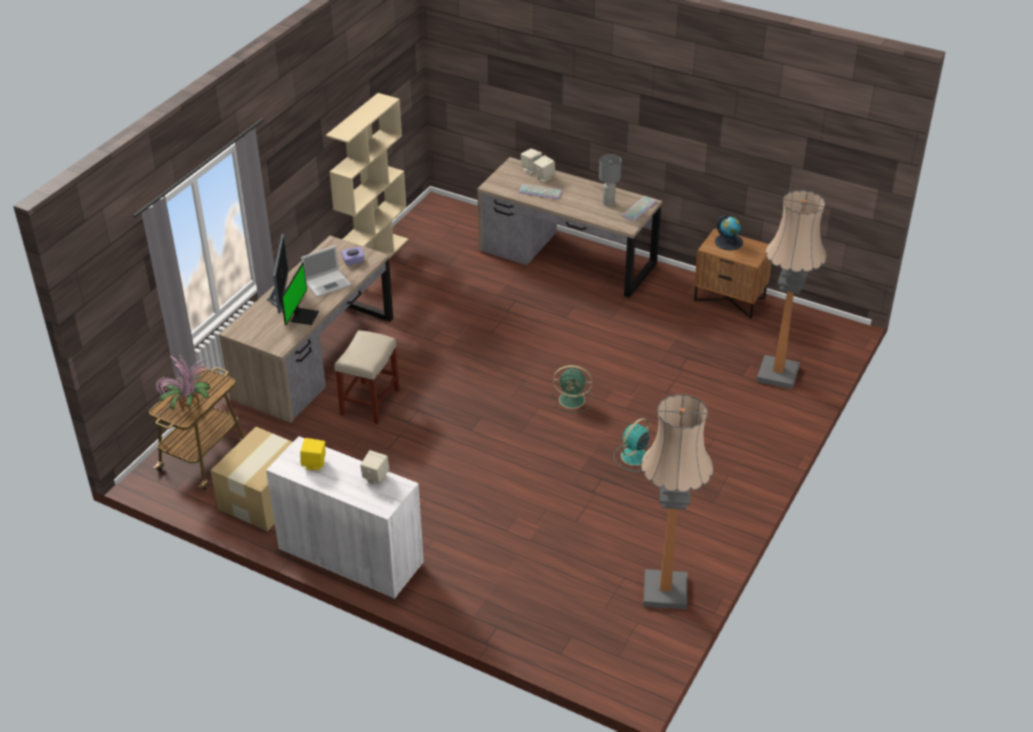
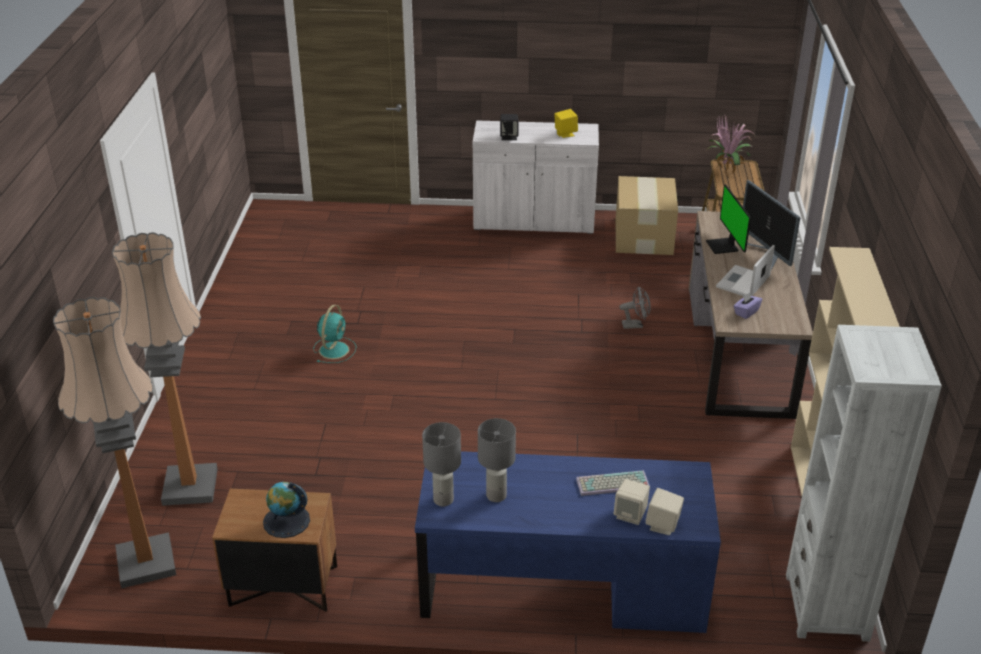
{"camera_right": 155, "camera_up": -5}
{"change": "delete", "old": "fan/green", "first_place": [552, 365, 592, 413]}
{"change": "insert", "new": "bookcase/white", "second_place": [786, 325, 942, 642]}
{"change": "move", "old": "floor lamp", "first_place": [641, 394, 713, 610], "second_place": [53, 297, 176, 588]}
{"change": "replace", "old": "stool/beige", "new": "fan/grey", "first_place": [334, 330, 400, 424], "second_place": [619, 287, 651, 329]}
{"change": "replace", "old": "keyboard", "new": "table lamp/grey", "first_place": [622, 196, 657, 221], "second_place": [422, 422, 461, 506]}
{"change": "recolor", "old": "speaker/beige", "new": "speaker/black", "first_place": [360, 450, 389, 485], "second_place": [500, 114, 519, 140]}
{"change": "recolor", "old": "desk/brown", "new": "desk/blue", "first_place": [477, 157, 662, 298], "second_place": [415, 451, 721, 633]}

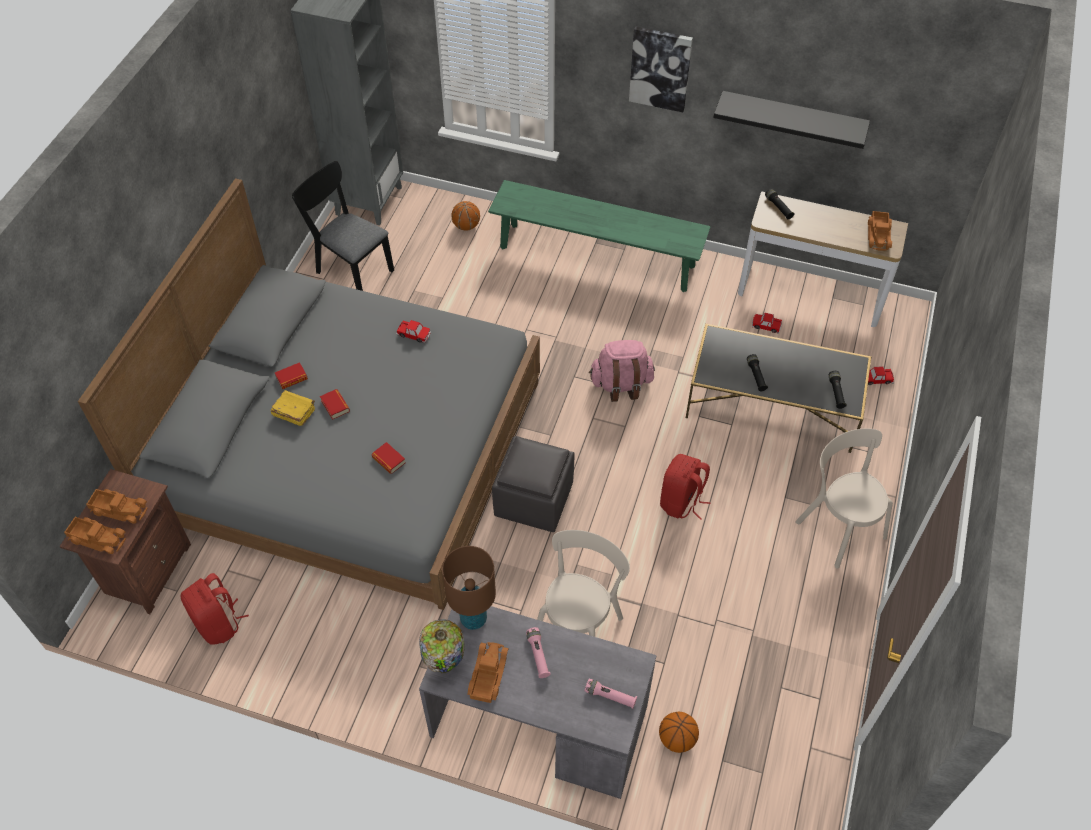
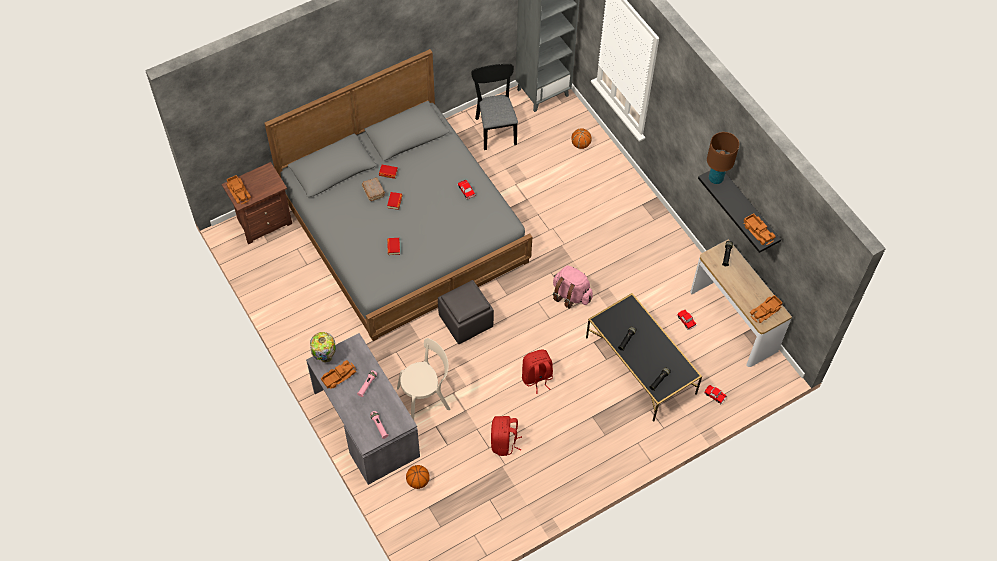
{"camera_right": 40, "camera_up": 5}
{"change": "delete", "old": "bench/green", "first_place": [488, 180, 711, 292]}
{"change": "delete", "old": "picture", "first_place": [629, 26, 693, 112]}
{"change": "delete", "old": "chair/beige", "first_place": [795, 428, 893, 568]}
{"change": "move", "old": "toy truck", "first_place": [86, 489, 147, 523], "second_place": [743, 213, 776, 245]}
{"change": "move", "old": "backpack/red", "first_place": [181, 573, 249, 645], "second_place": [491, 416, 522, 456]}
{"change": "move", "old": "table lamp/brown", "first_place": [442, 546, 496, 630], "second_place": [707, 132, 739, 184]}
{"change": "recolor", "old": "book/yellow", "new": "book/brown", "first_place": [271, 390, 315, 426], "second_place": [362, 177, 385, 201]}

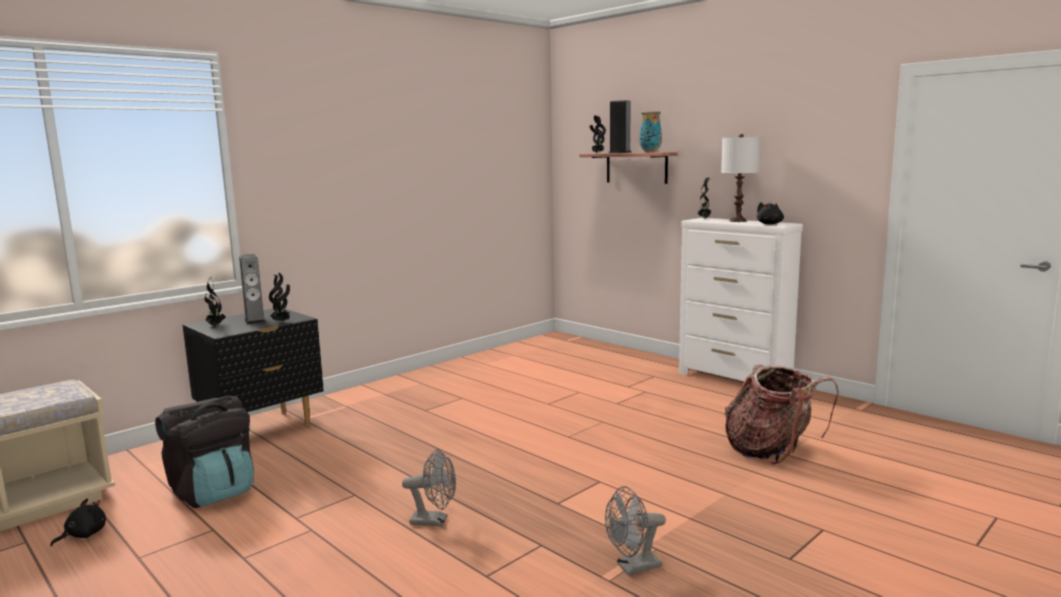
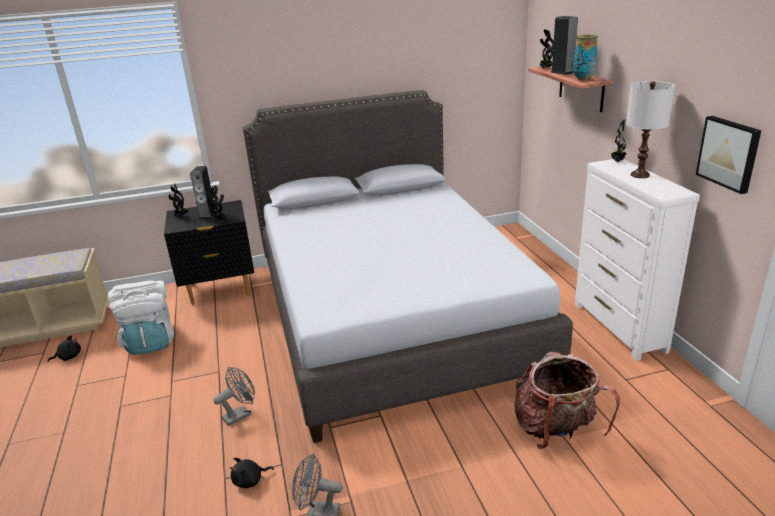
{"camera_right": 30, "camera_up": 15}
{"change": "insert", "new": "bed/grey", "second_place": [243, 90, 572, 443]}
{"change": "insert", "new": "picture", "second_place": [696, 116, 761, 194]}
{"change": "move", "old": "plush toy/black", "first_place": [757, 202, 784, 225], "second_place": [230, 458, 274, 488]}
{"change": "recolor", "old": "backpack/black", "new": "backpack/white", "first_place": [155, 396, 254, 508], "second_place": [108, 281, 174, 355]}
{"change": "rotate", "old": "fan/grey", "first_place": [402, 449, 456, 527], "second_place": [213, 367, 255, 426], "degrees": -75}

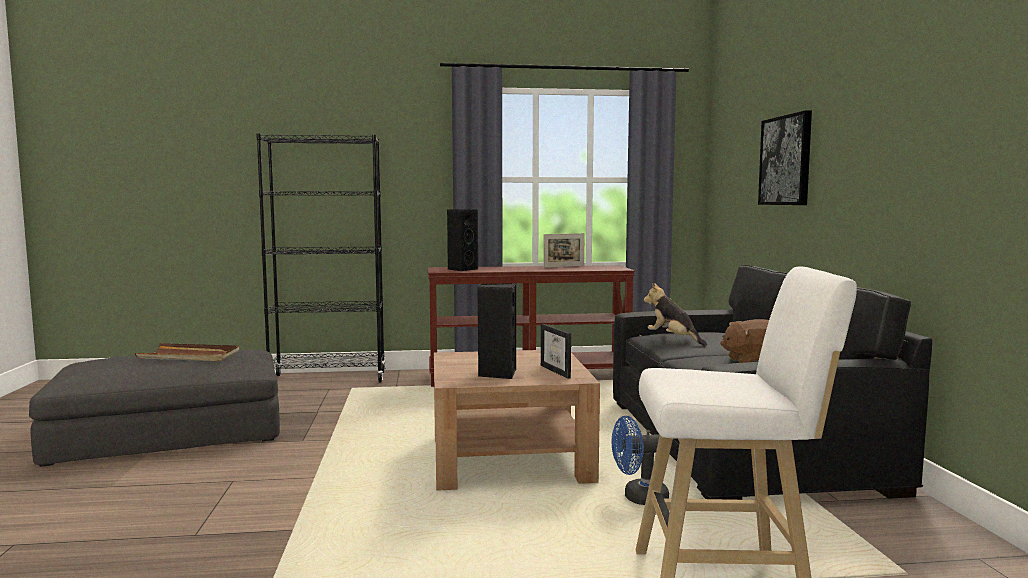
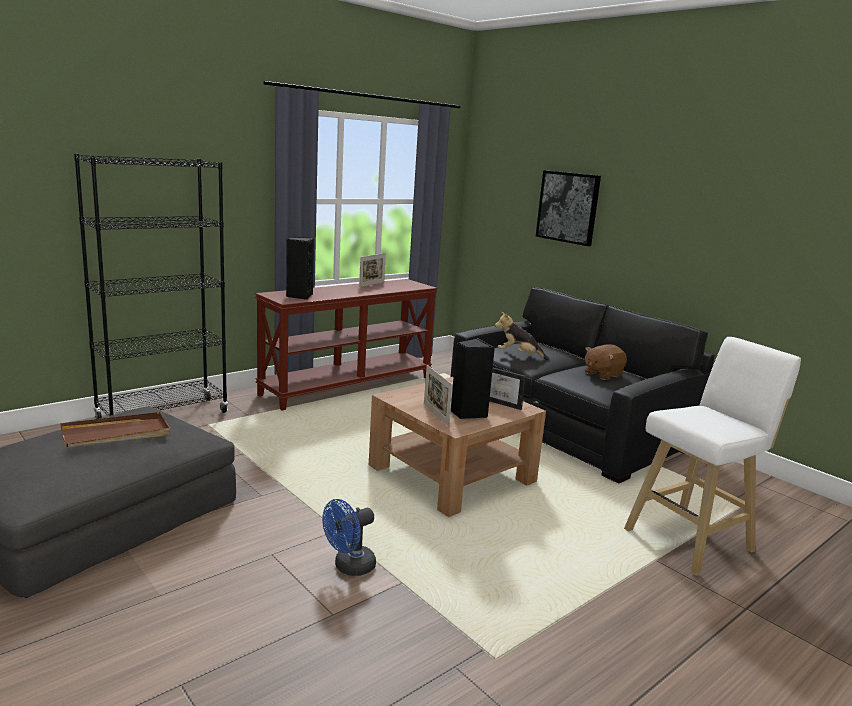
{"camera_right": -35, "camera_up": 10}
{"change": "insert", "new": "picture frame", "second_place": [424, 365, 453, 426]}
{"change": "move", "old": "fan/blue", "first_place": [612, 416, 669, 505], "second_place": [322, 499, 376, 576]}

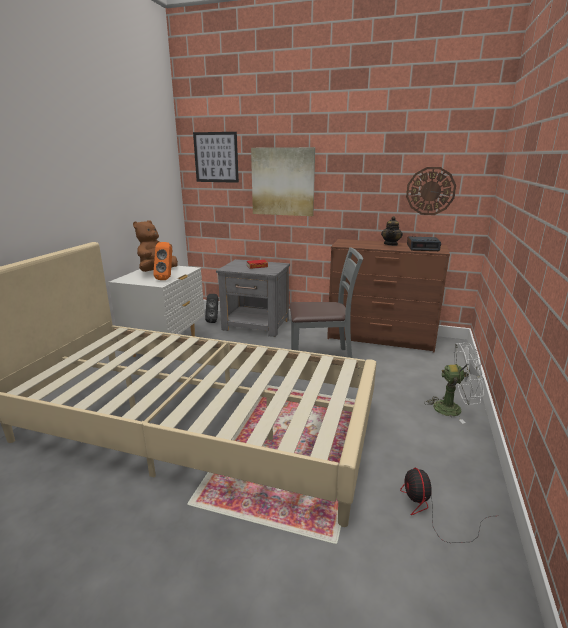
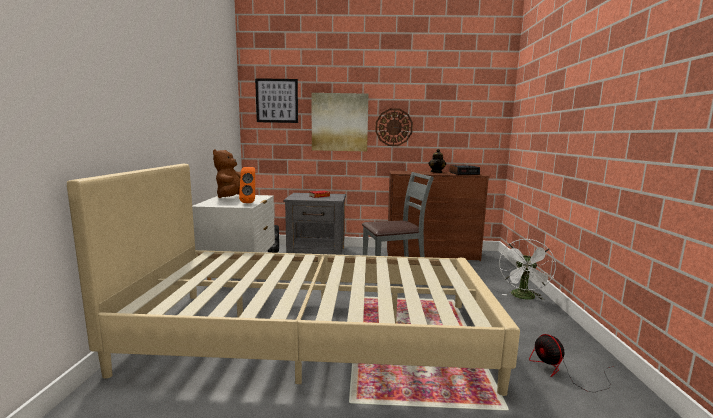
{"camera_right": -15, "camera_up": -10}
{"change": "move", "old": "wall clock", "first_place": [406, 167, 456, 215], "second_place": [375, 108, 413, 146]}
{"change": "rotate", "old": "fan/white", "first_place": [424, 343, 484, 423], "second_place": [499, 239, 556, 300], "degrees": 120}

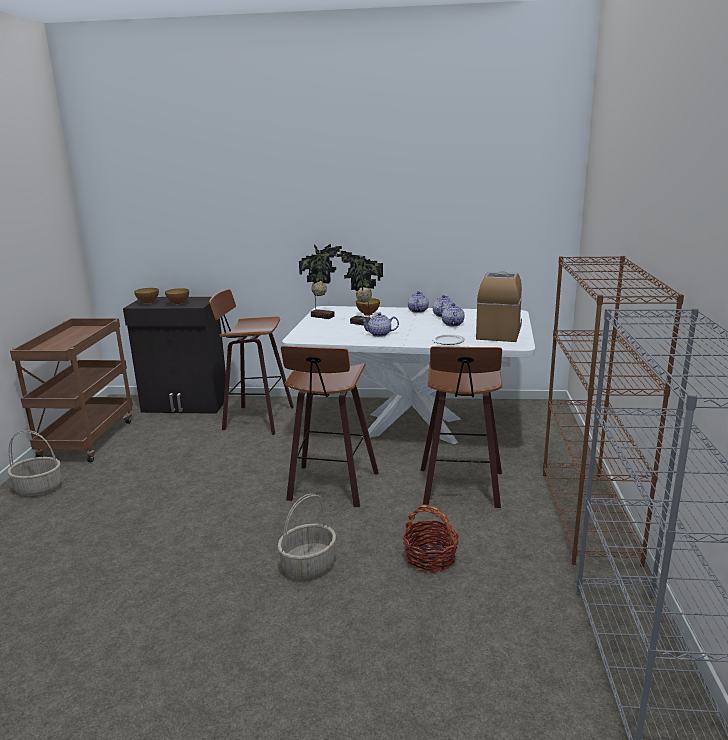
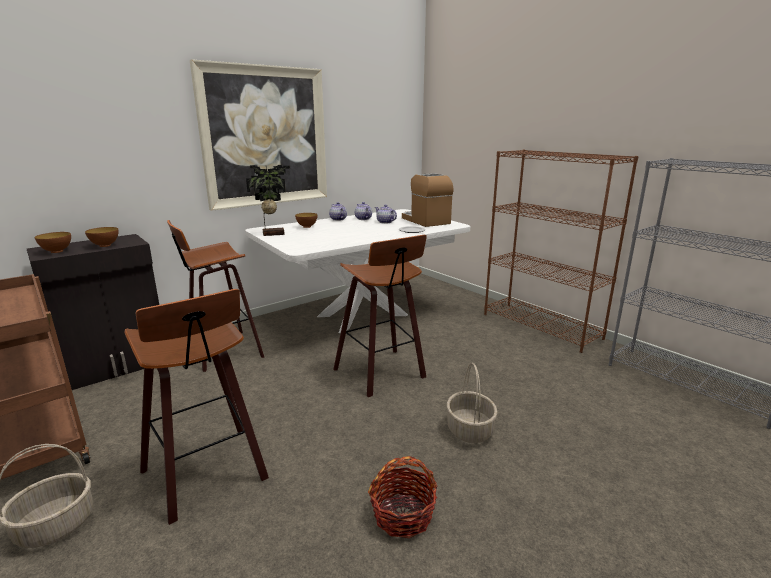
{"camera_right": -45, "camera_up": 0}
{"change": "delete", "old": "potted plant", "first_place": [336, 251, 383, 326]}
{"change": "delete", "old": "teapot", "first_place": [360, 312, 399, 337]}
{"change": "insert", "new": "picture", "second_place": [190, 59, 327, 211]}
{"change": "move", "old": "basket", "first_place": [402, 505, 459, 573], "second_place": [368, 456, 437, 539]}
{"change": "move", "old": "stool", "first_place": [420, 346, 502, 508], "second_place": [124, 289, 269, 525]}

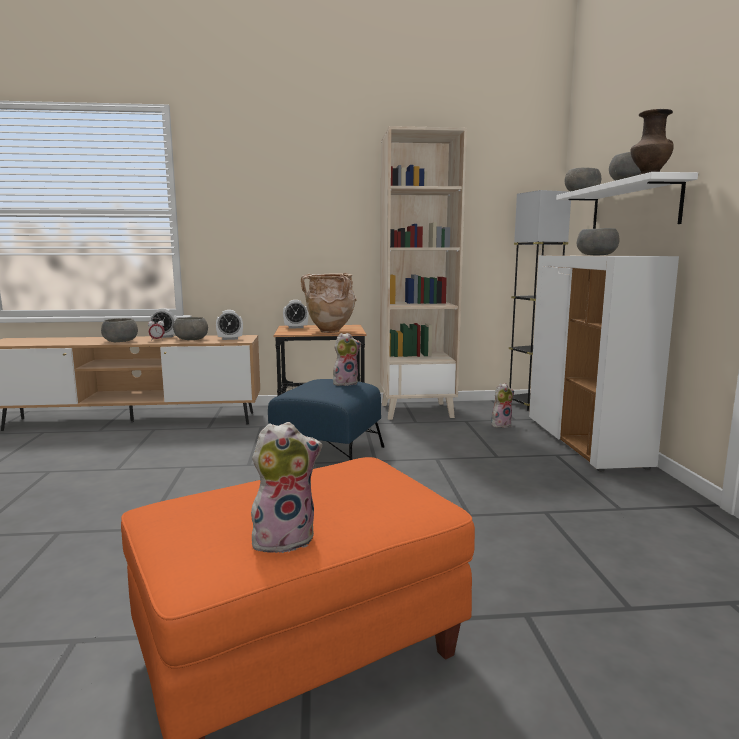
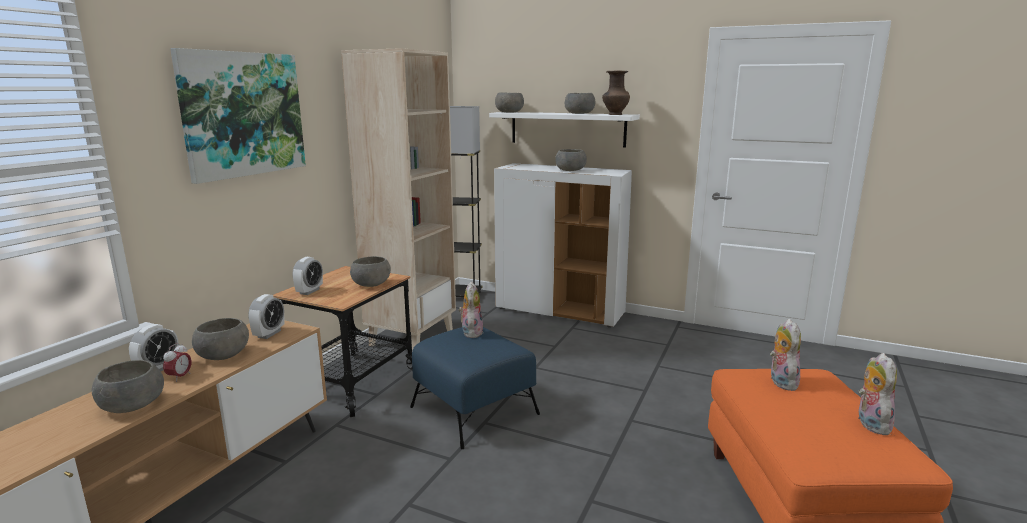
{"camera_right": -60, "camera_up": 5}
{"change": "insert", "new": "picture", "second_place": [170, 48, 306, 184]}
{"change": "move", "old": "plush toy", "first_place": [491, 383, 514, 428], "second_place": [770, 319, 801, 391]}
{"change": "replace", "old": "vase/beige", "new": "bowl/grey", "first_place": [301, 273, 357, 333], "second_place": [350, 256, 391, 287]}

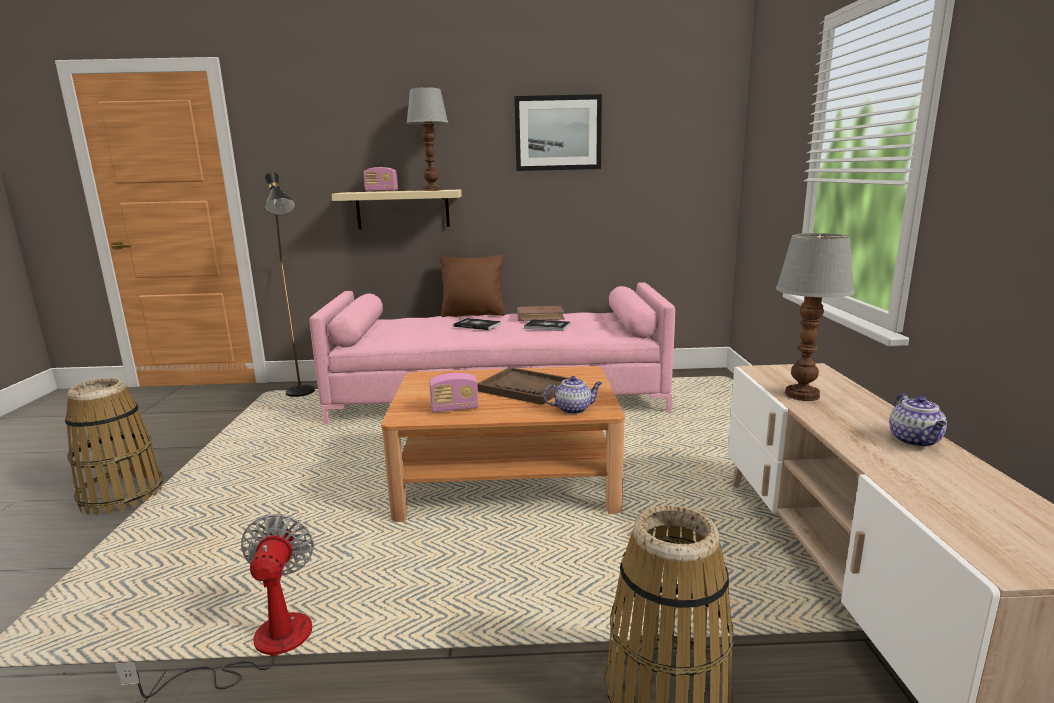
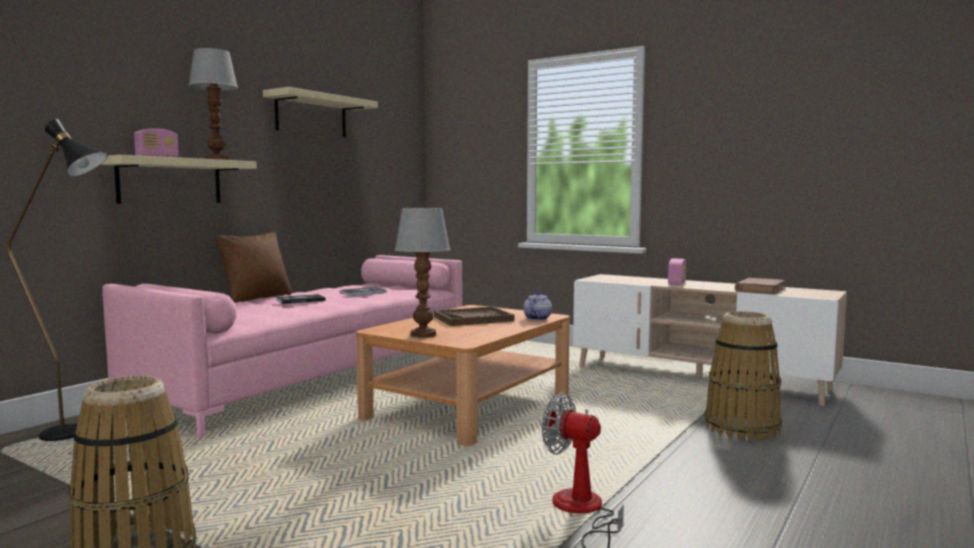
{"camera_right": -55, "camera_up": -10}
{"change": "delete", "old": "teapot", "first_place": [889, 394, 947, 447]}
{"change": "move", "old": "radio", "first_place": [429, 373, 479, 412], "second_place": [668, 259, 686, 285]}
{"change": "move", "old": "book/brown", "first_place": [517, 306, 565, 321], "second_place": [735, 278, 786, 294]}
{"change": "move", "old": "table lamp", "first_place": [776, 233, 855, 401], "second_place": [395, 208, 451, 338]}
{"change": "replace", "old": "picture", "new": "shelf/beige", "first_place": [514, 94, 602, 171], "second_place": [263, 87, 378, 137]}

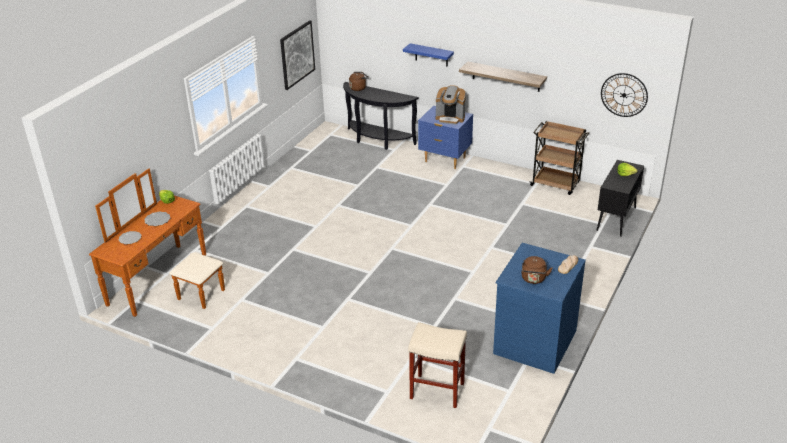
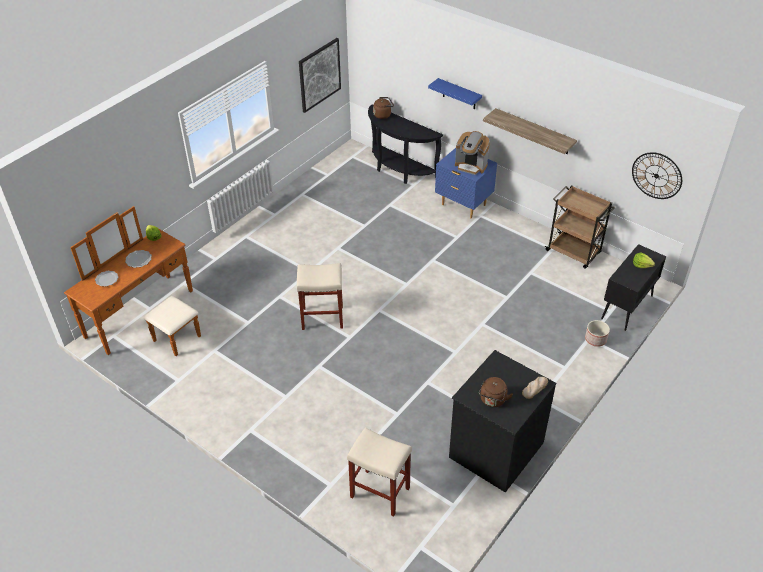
{"camera_right": 10, "camera_up": 10}
{"change": "insert", "new": "stool/beige", "second_place": [297, 263, 343, 330]}
{"change": "insert", "new": "planter", "second_place": [585, 320, 610, 347]}
{"change": "recolor", "old": "dresser/blue", "new": "dresser/black", "first_place": [493, 243, 586, 374], "second_place": [449, 350, 556, 492]}

